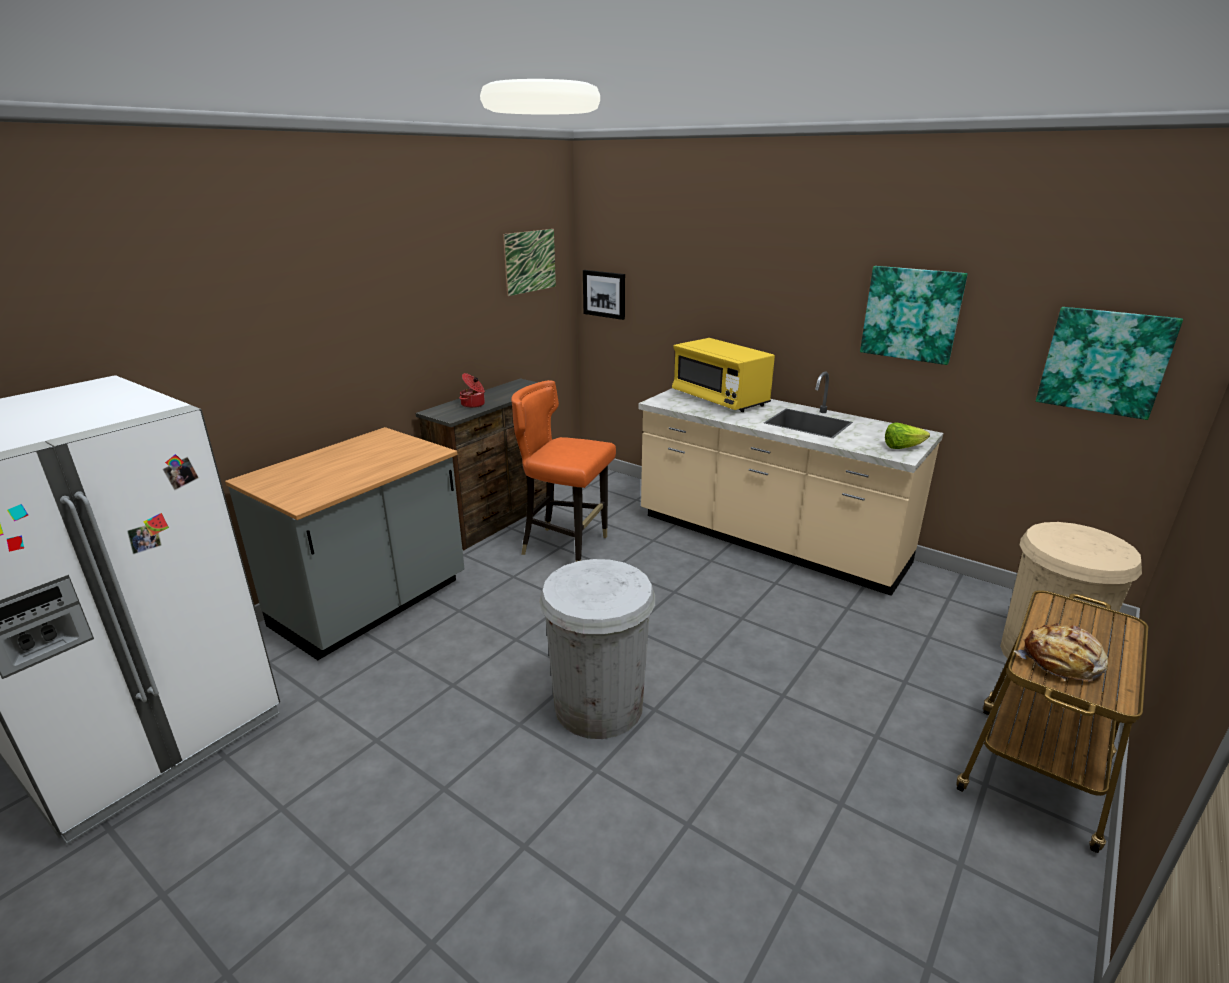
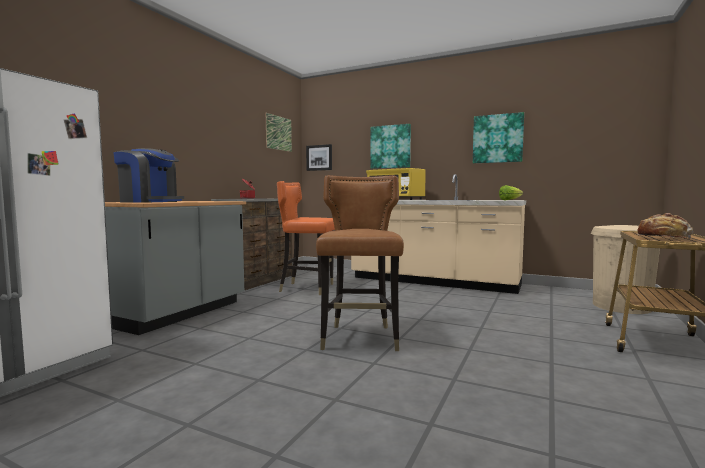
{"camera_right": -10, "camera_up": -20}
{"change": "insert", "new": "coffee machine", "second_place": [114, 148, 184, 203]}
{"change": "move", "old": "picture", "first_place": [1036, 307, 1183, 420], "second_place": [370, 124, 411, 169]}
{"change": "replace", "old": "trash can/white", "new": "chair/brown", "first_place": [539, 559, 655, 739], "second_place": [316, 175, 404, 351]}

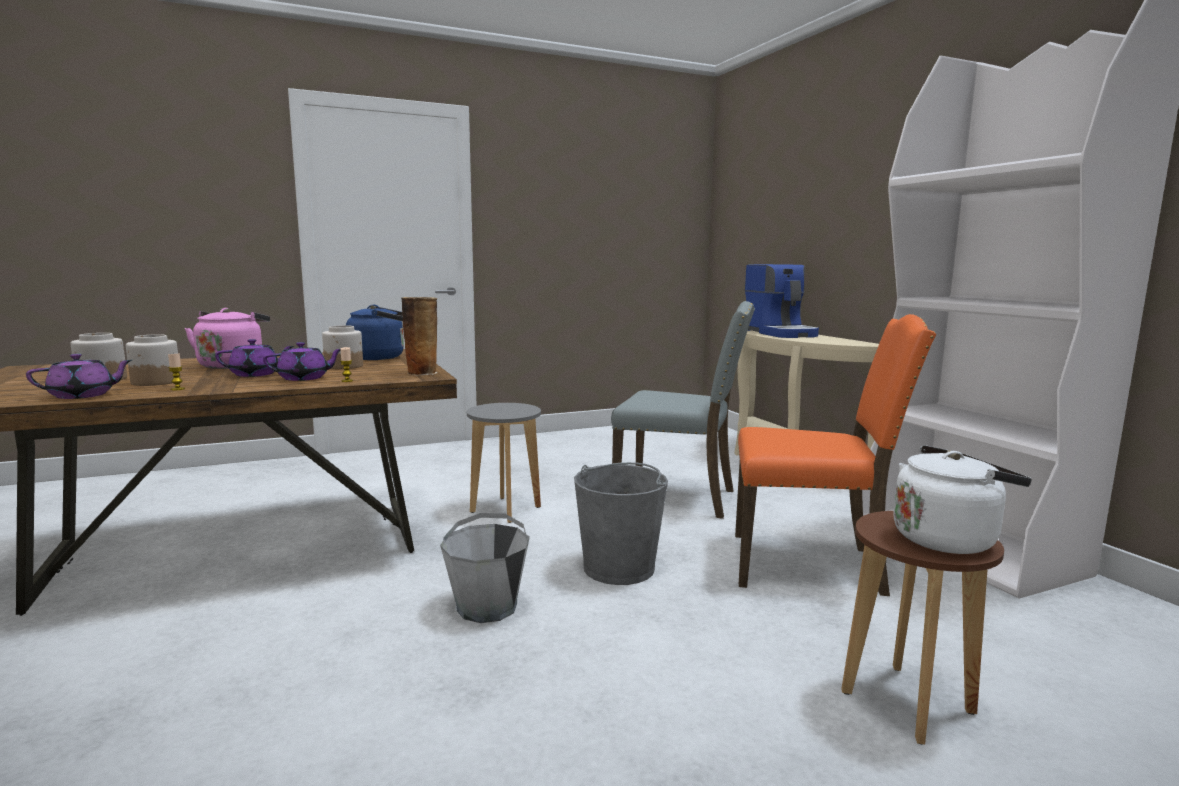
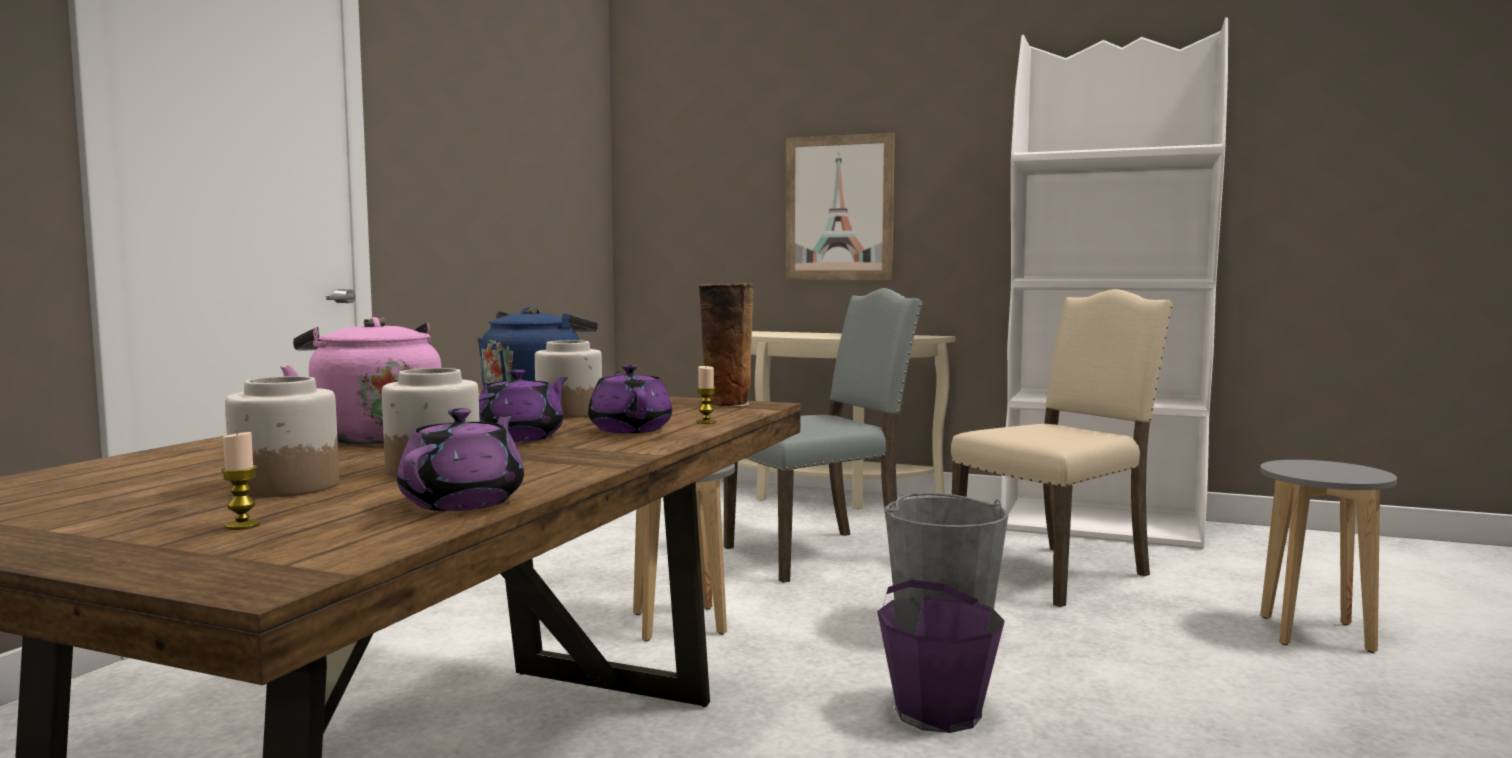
{"camera_right": -45, "camera_up": -5}
{"change": "delete", "old": "coffee machine", "first_place": [745, 264, 819, 338]}
{"change": "delete", "old": "kettle/white", "first_place": [893, 445, 1032, 554]}
{"change": "insert", "new": "picture", "second_place": [786, 133, 895, 280]}
{"change": "move", "old": "candle", "first_place": [168, 354, 185, 390], "second_place": [221, 431, 260, 530]}
{"change": "recolor", "old": "bucket/grey", "new": "bucket/purple", "first_place": [440, 513, 530, 623], "second_place": [877, 580, 1005, 733]}
{"change": "recolor", "old": "chair/orange", "new": "chair/beige", "first_place": [735, 314, 936, 596], "second_place": [951, 289, 1173, 607]}
{"change": "recolor", "old": "stool/brown", "new": "stool/grey", "first_place": [841, 511, 1004, 745], "second_place": [1260, 460, 1397, 653]}
{"change": "rotate", "old": "teapot/purple", "first_place": [263, 342, 341, 381], "second_place": [588, 365, 672, 433], "degrees": -45}

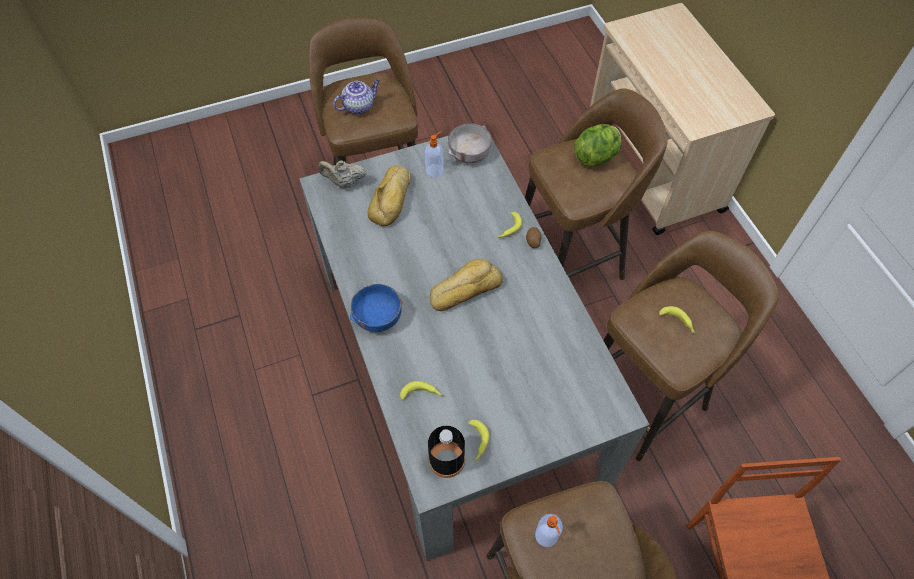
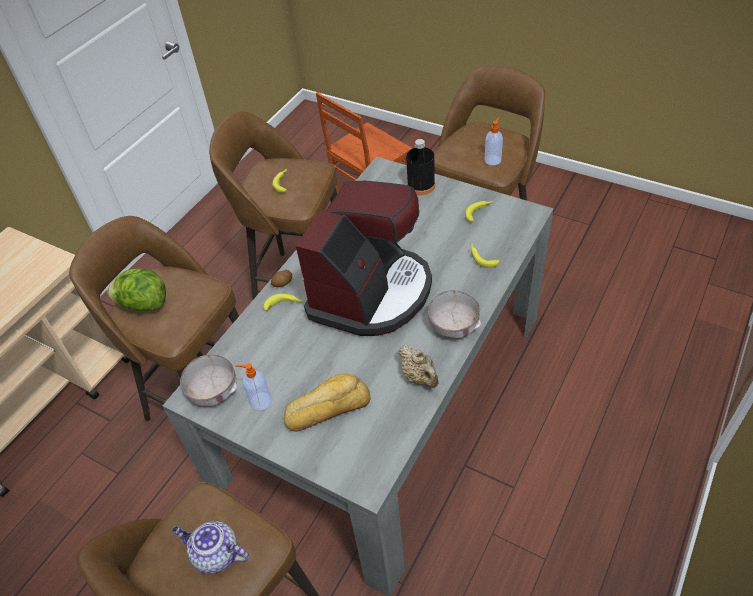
{"camera_right": -125, "camera_up": -10}
{"change": "move", "old": "teapot/beige", "first_place": [318, 160, 366, 188], "second_place": [398, 345, 439, 388]}
{"change": "move", "old": "bottle/black", "first_place": [428, 426, 465, 478], "second_place": [406, 139, 435, 195]}
{"change": "replace", "old": "bread", "new": "coffee machine", "first_place": [429, 259, 503, 311], "second_place": [296, 180, 432, 336]}
{"change": "recolor", "old": "bowl/blue", "new": "bowl/grey", "first_place": [350, 284, 403, 332], "second_place": [428, 290, 481, 338]}

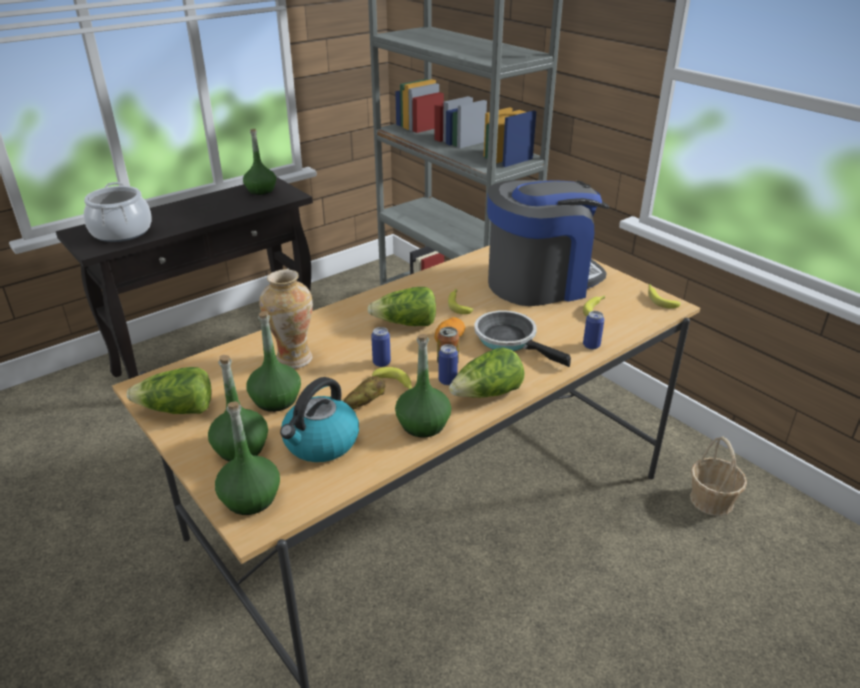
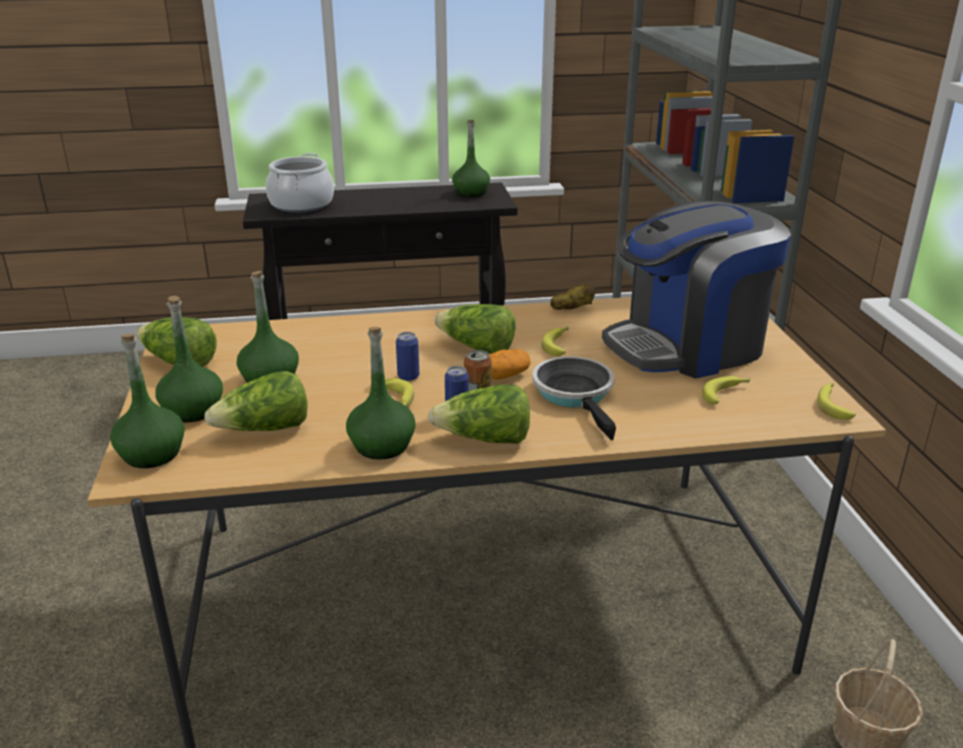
{"camera_right": 30, "camera_up": -5}
{"change": "delete", "old": "vase", "first_place": [259, 269, 313, 369]}
{"change": "delete", "old": "can", "first_place": [583, 311, 605, 350]}
{"change": "move", "old": "potato", "first_place": [343, 376, 385, 410], "second_place": [550, 284, 595, 310]}
{"change": "replace", "old": "kettle", "new": "lettuce", "first_place": [280, 377, 359, 462], "second_place": [204, 371, 308, 431]}
{"change": "rotate", "old": "coffee machine", "first_place": [487, 180, 609, 306], "second_place": [602, 201, 791, 379], "degrees": 150}

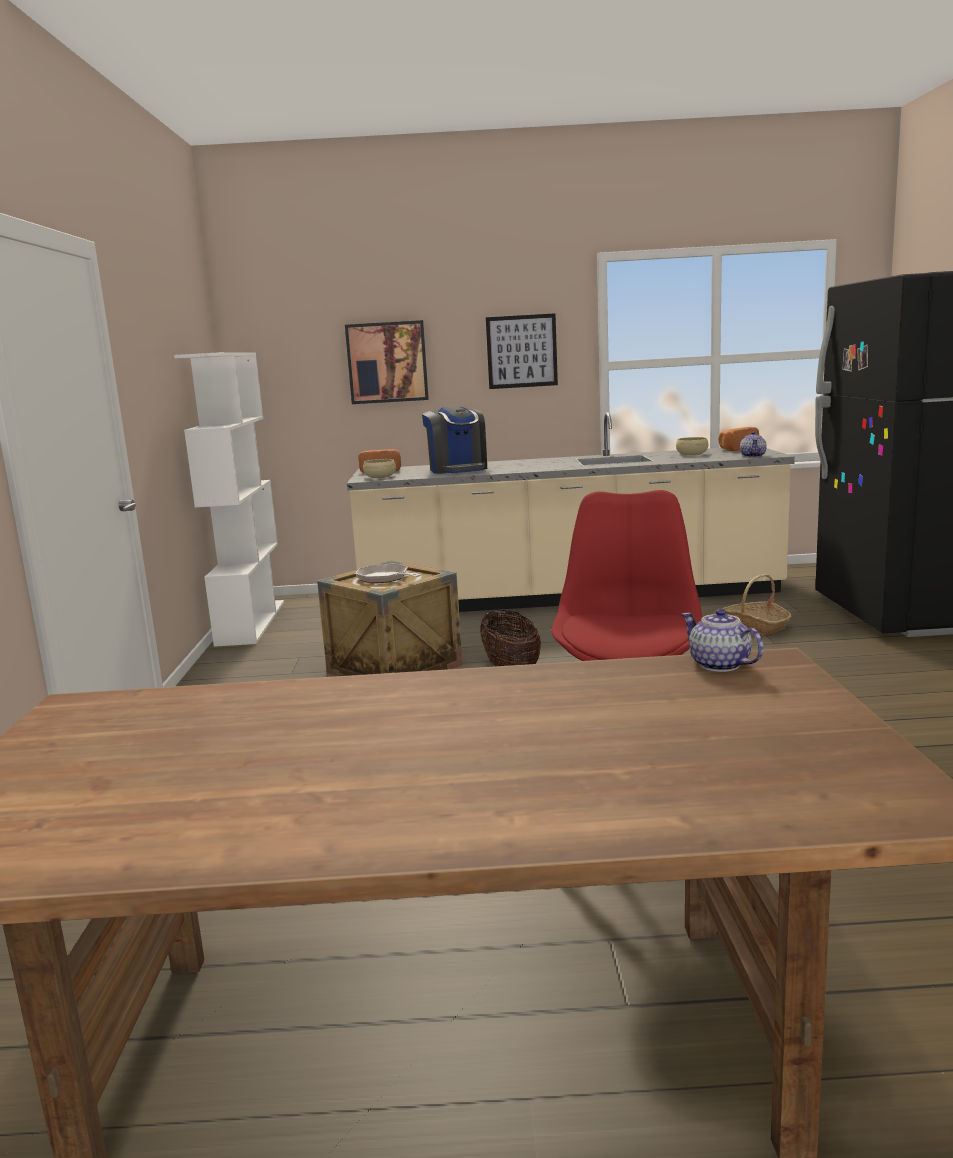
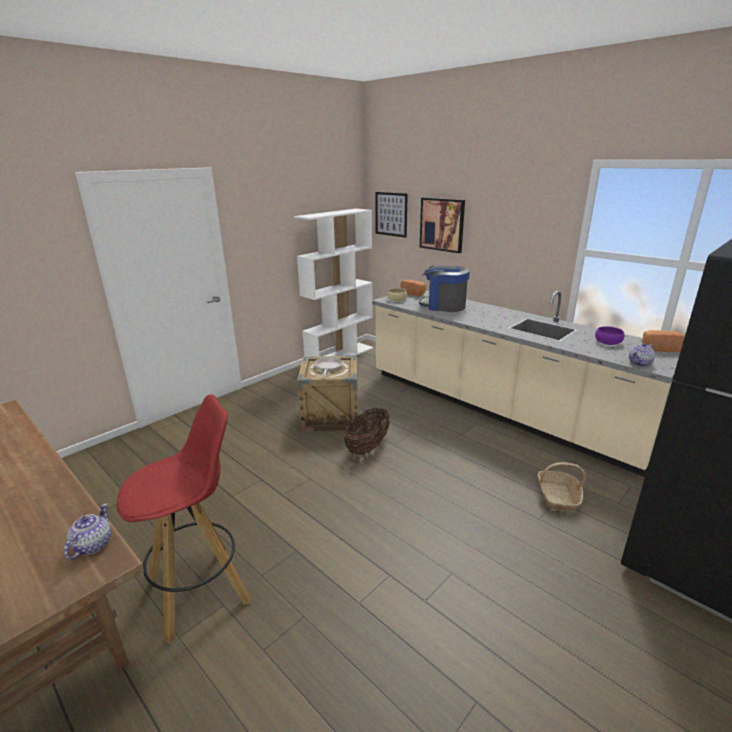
{"camera_right": 45, "camera_up": 10}
{"change": "move", "old": "picture", "first_place": [486, 313, 558, 389], "second_place": [375, 192, 408, 238]}
{"change": "recolor", "old": "bowl/beige", "new": "bowl/purple", "first_place": [676, 437, 708, 455], "second_place": [595, 326, 624, 345]}
{"change": "rotate", "old": "coffee machine", "first_place": [422, 406, 487, 474], "second_place": [419, 265, 470, 312], "degrees": 90}

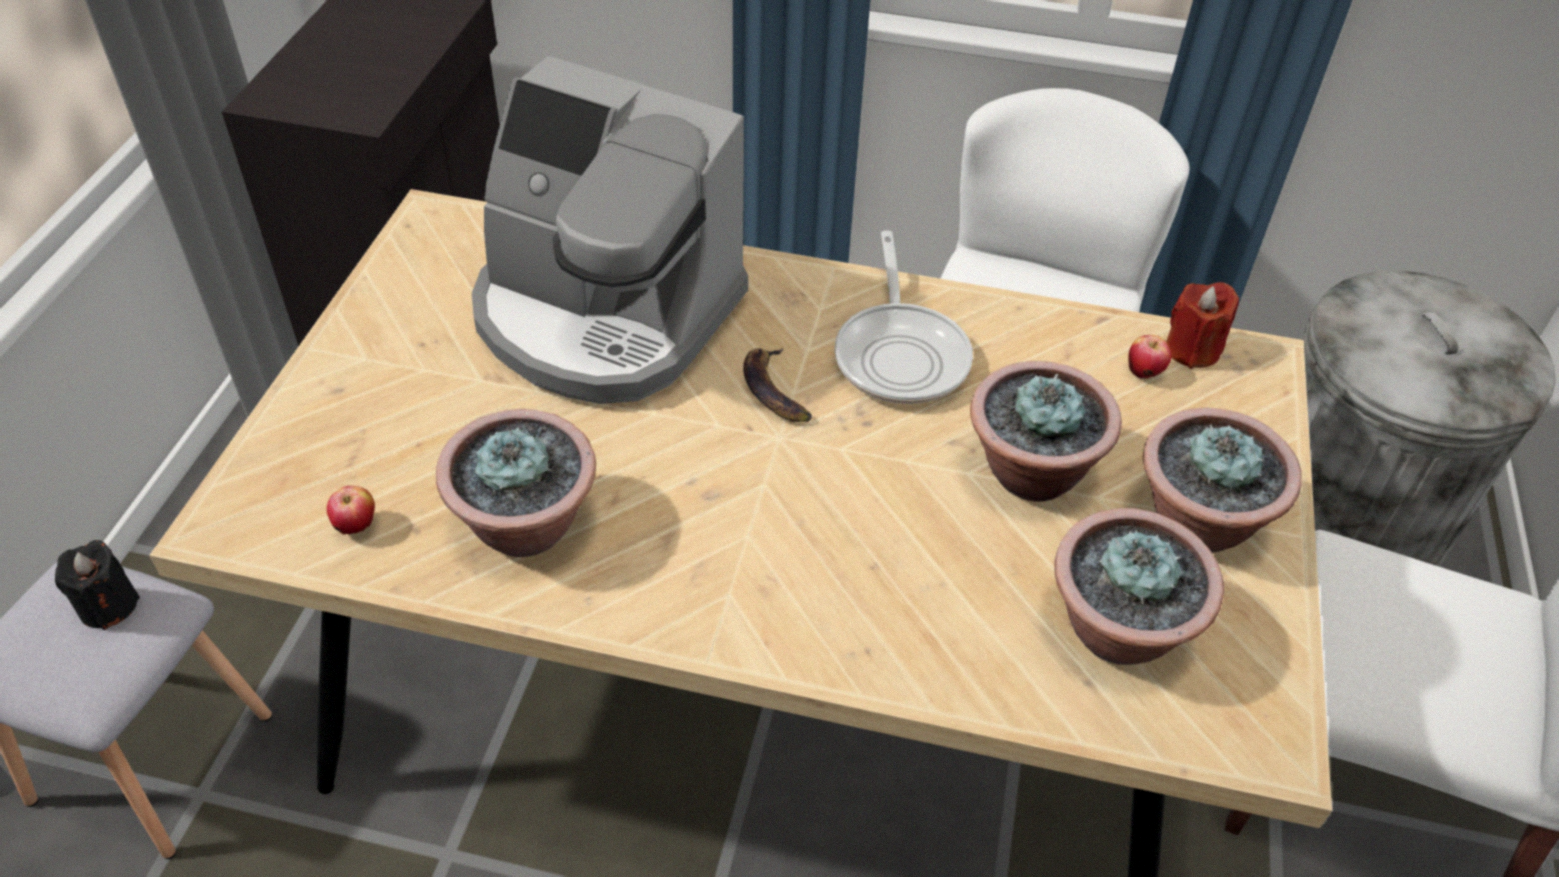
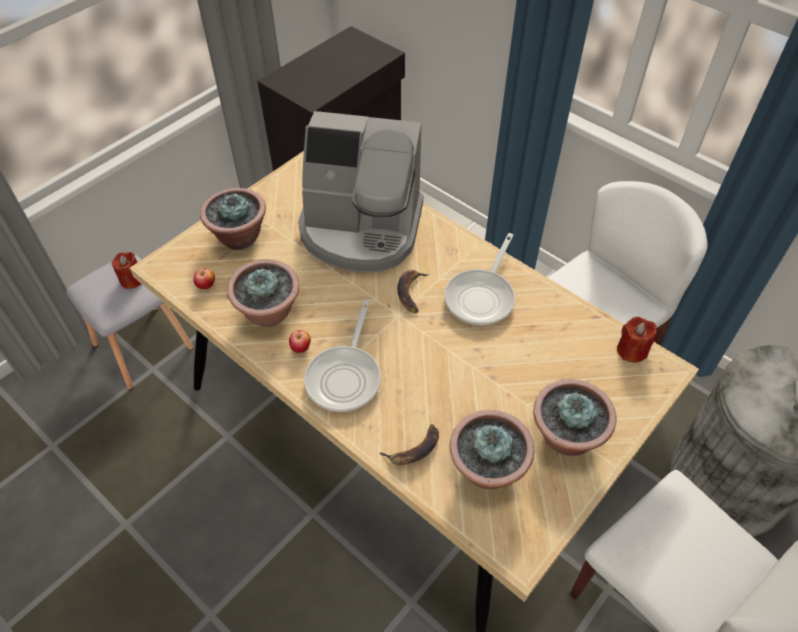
{"camera_right": 30, "camera_up": 5}
{"change": "insert", "new": "frying pan", "second_place": [304, 300, 381, 412]}
{"change": "insert", "new": "banana", "second_place": [379, 424, 439, 465]}
{"change": "move", "old": "potted plant", "first_place": [970, 361, 1122, 502], "second_place": [200, 188, 266, 250]}
{"change": "move", "old": "apple", "first_place": [1128, 335, 1172, 379], "second_place": [289, 330, 311, 353]}
{"change": "recolor", "old": "candle/black", "new": "candle/red", "first_place": [55, 540, 140, 630], "second_place": [112, 252, 141, 289]}
{"change": "rotate", "old": "coffee machine", "first_place": [472, 56, 748, 404], "second_place": [298, 111, 423, 272], "degrees": -45}

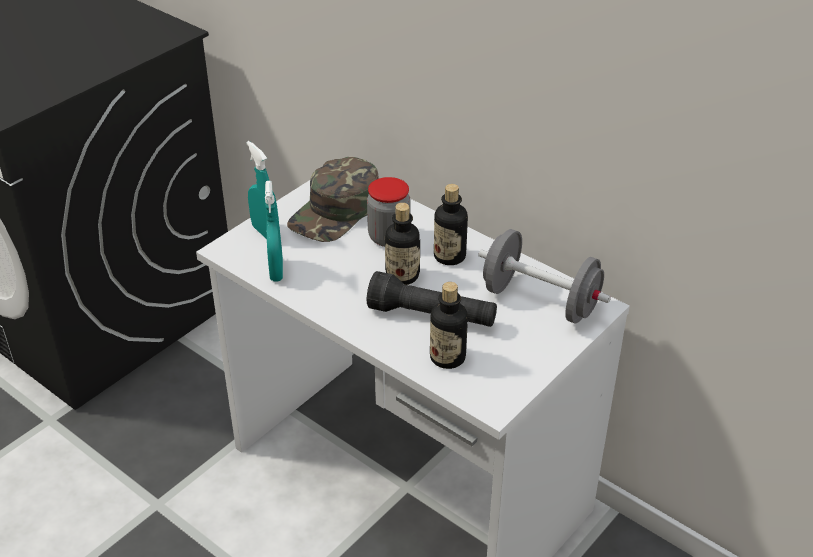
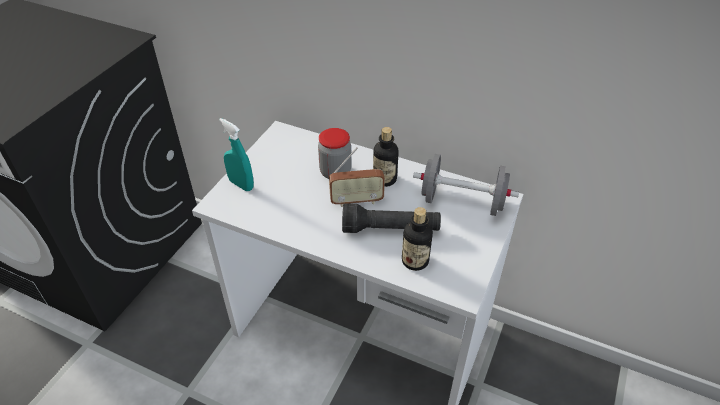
{"camera_right": -15, "camera_up": 5}
{"change": "delete", "old": "spray bottle/turquoise", "first_place": [265, 181, 283, 281]}
{"change": "delete", "old": "cap/green", "first_place": [287, 157, 379, 242]}
{"change": "replace", "old": "bottle", "new": "radio", "first_place": [385, 203, 420, 285], "second_place": [329, 147, 385, 207]}

